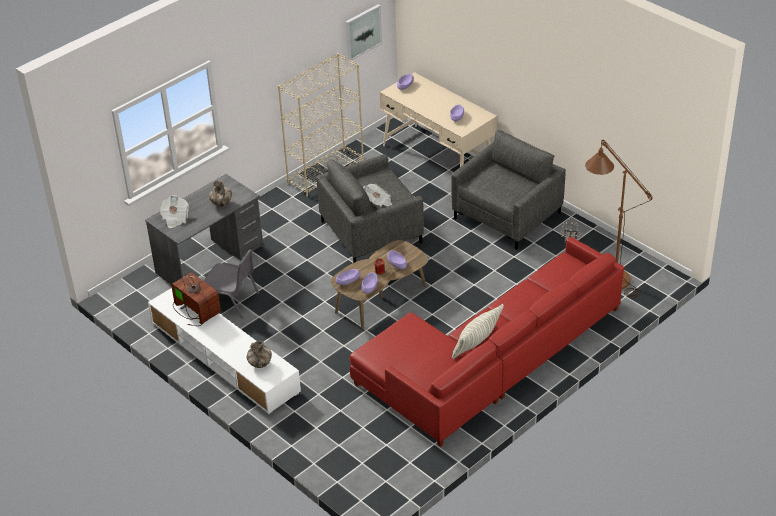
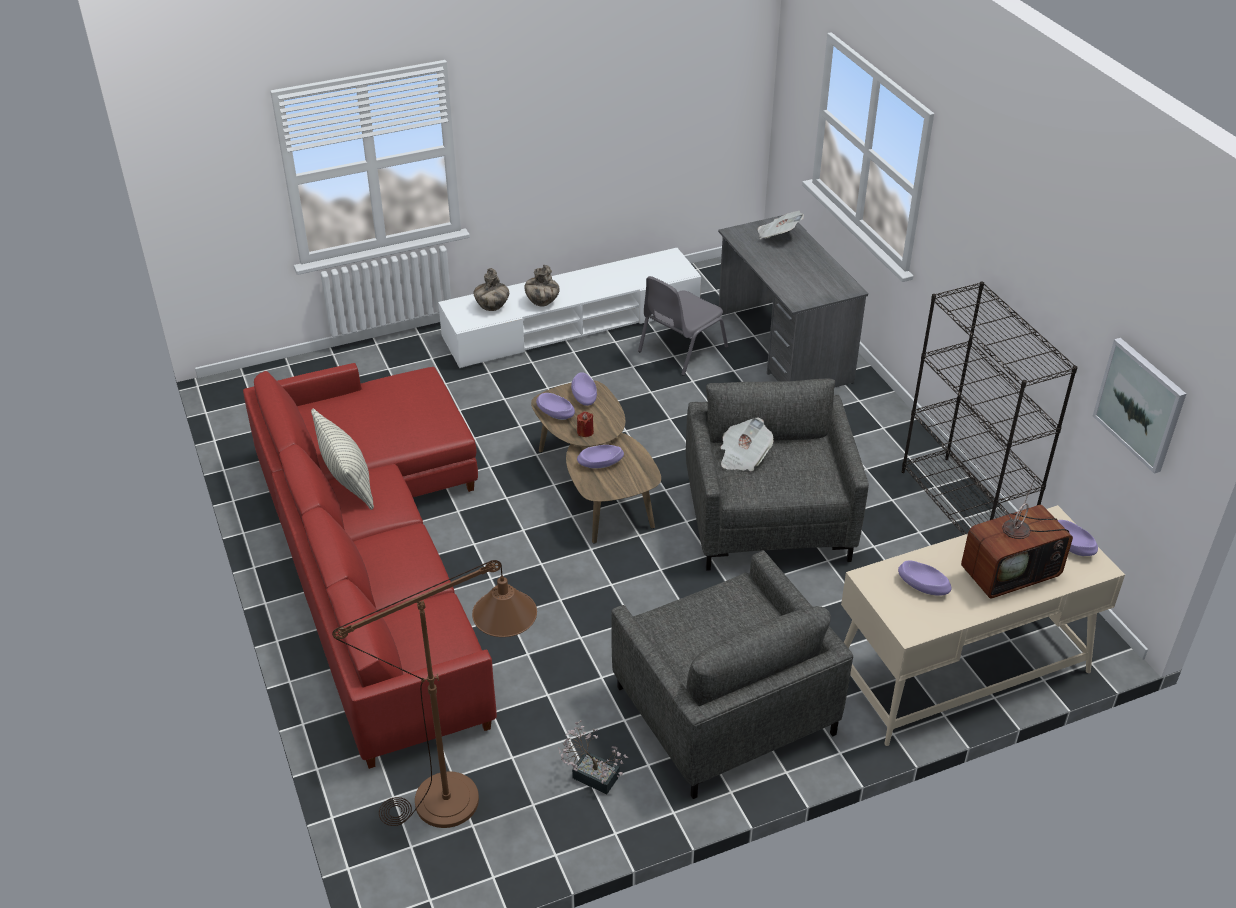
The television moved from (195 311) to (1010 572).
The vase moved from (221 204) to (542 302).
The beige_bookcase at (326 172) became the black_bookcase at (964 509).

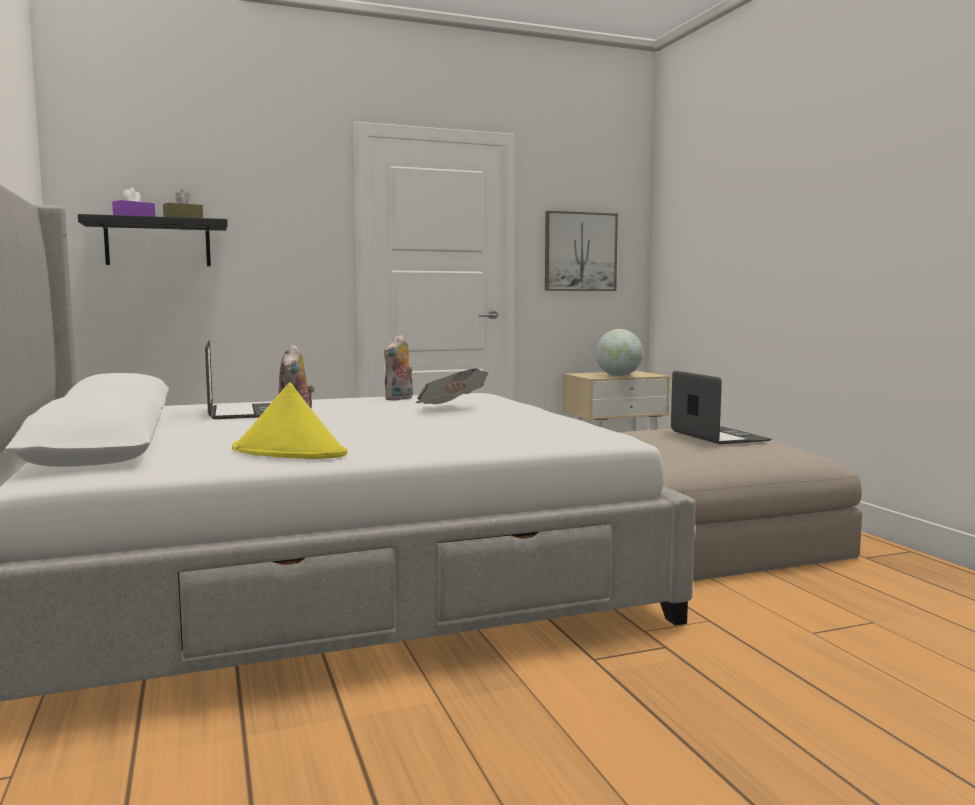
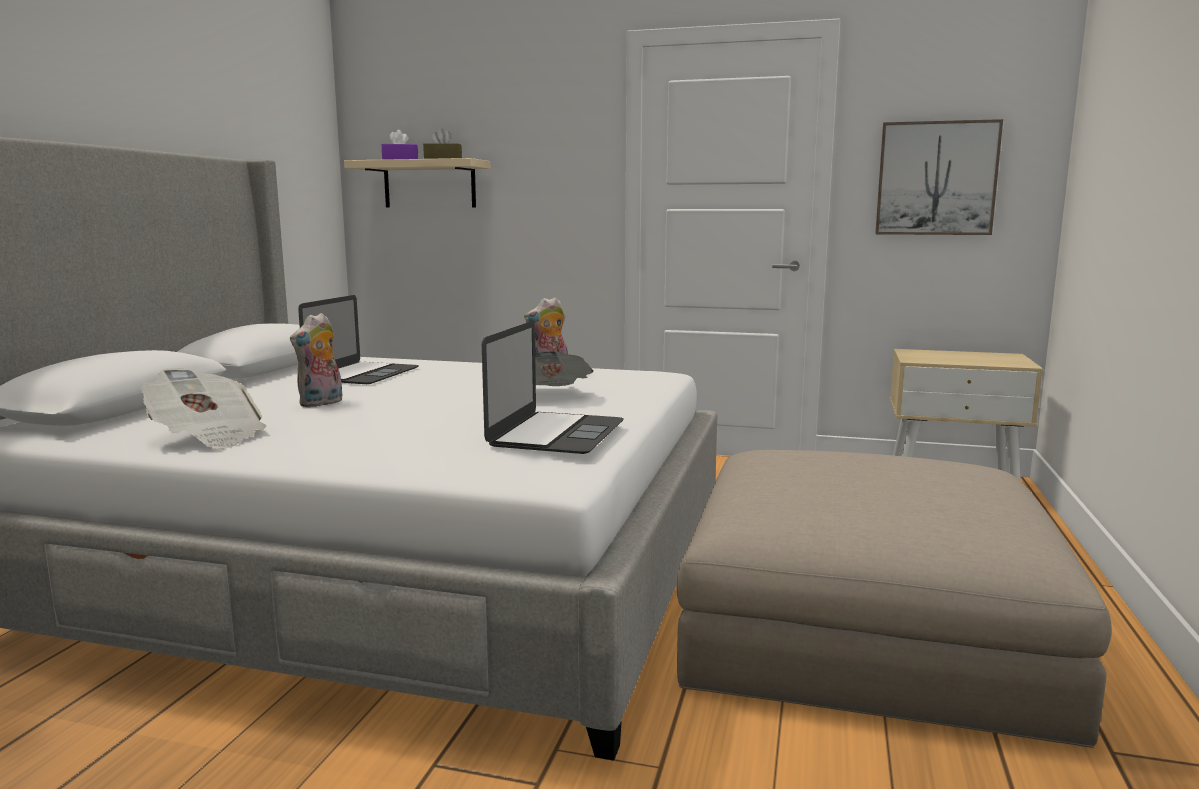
The black_shelf at (158 243) became the beige_shelf at (429 184).
The yellow_hat at (290 452) was replaced by the newspaper at (207 437).
The globe at (618 376) disappeared.
The laptop moved from (718 436) to (556 433).

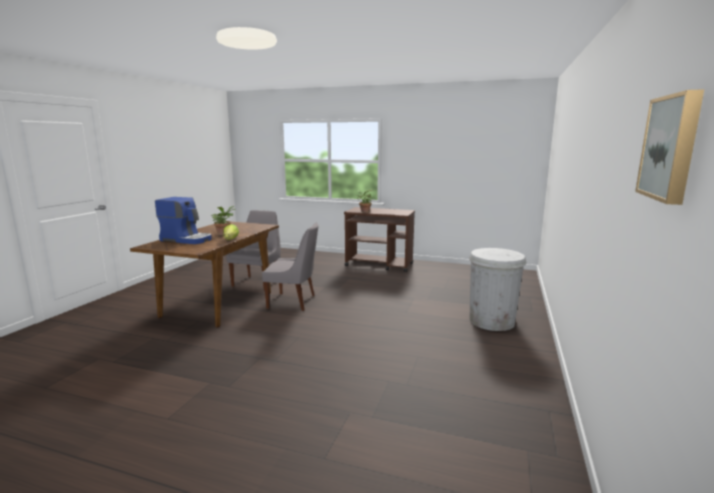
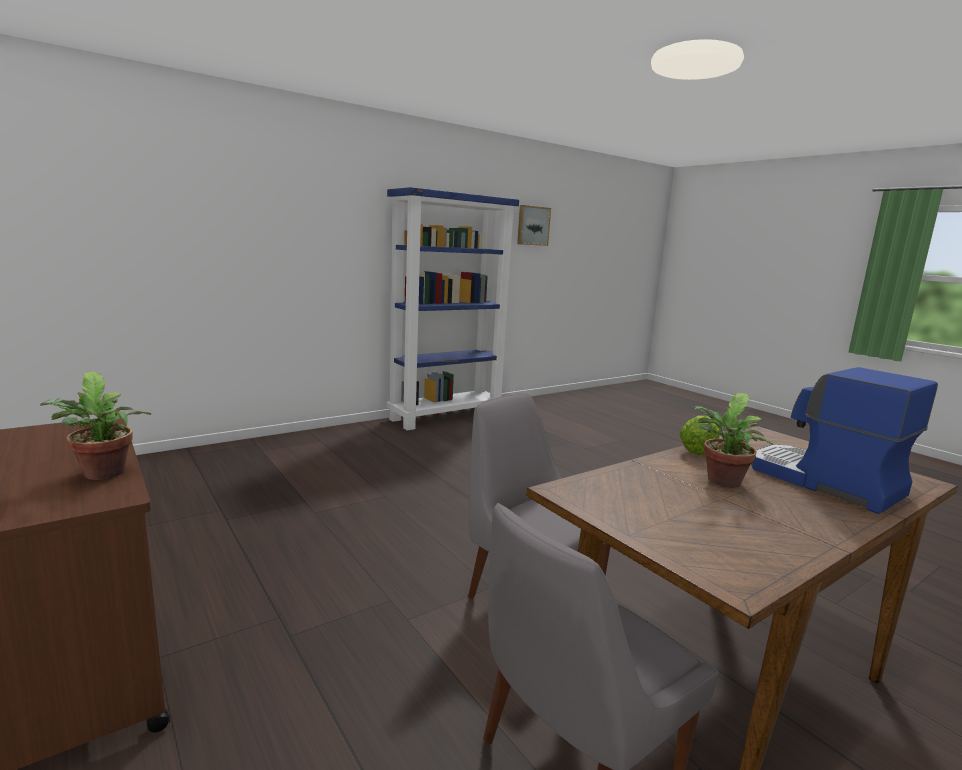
The white_trash_can at (491 321) disappeared.
The blue_bookcase at (446 416) appeared.

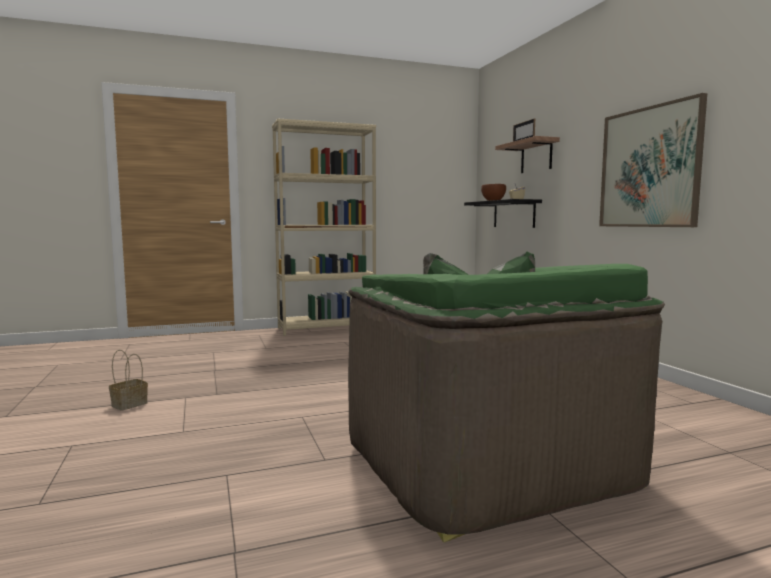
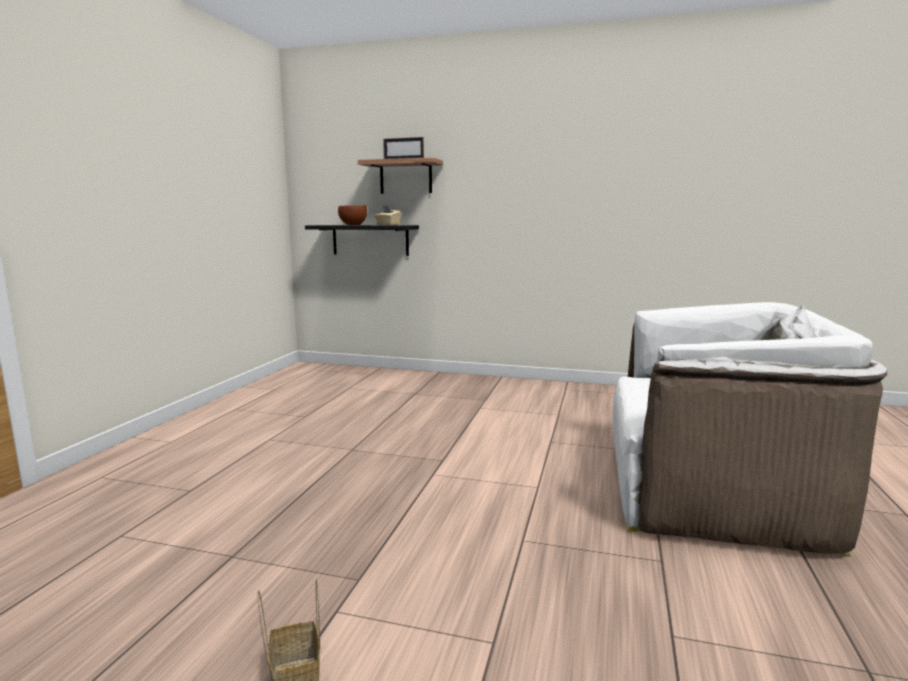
The beige_bookcase at (327 328) disappeared.
The green_armchair at (489 464) became the white_armchair at (712 492).
The picture at (649 167) disappeared.

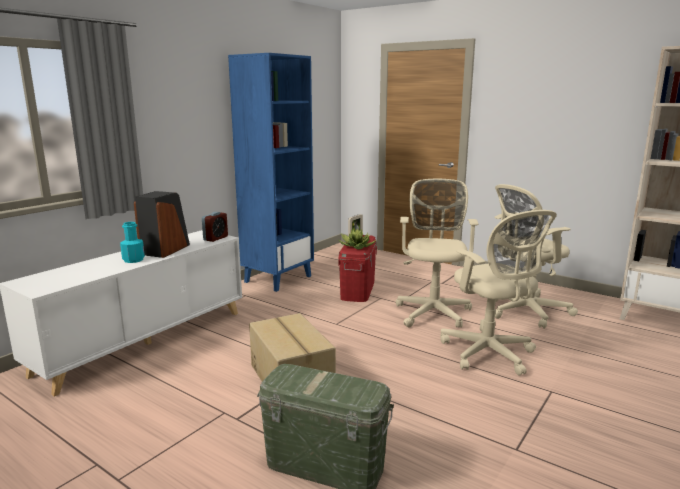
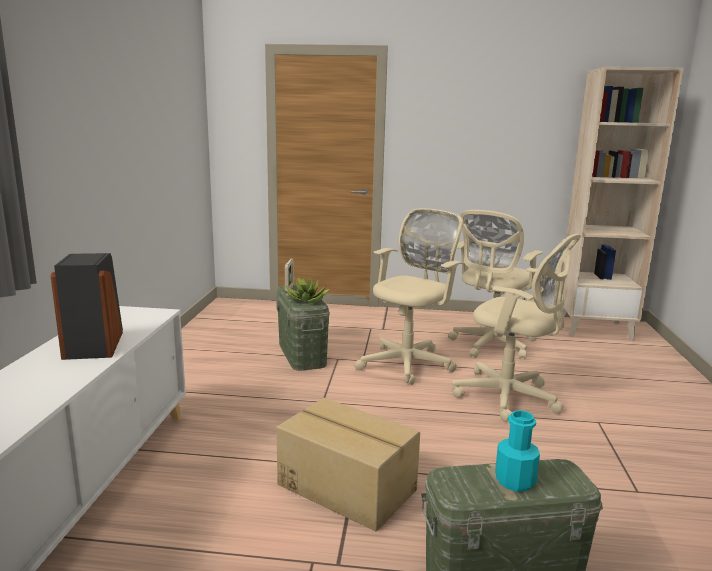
The turquoise_bottle moved from (133 260) to (515 481).
The alarm_clock at (215 238) disappeared.
The blue_bookcase at (278 279) disappeared.
The red_storage_box at (357 289) became the green_storage_box at (301 354).
The beige_office_chair at (433 311) turned 60 degrees clockwise.

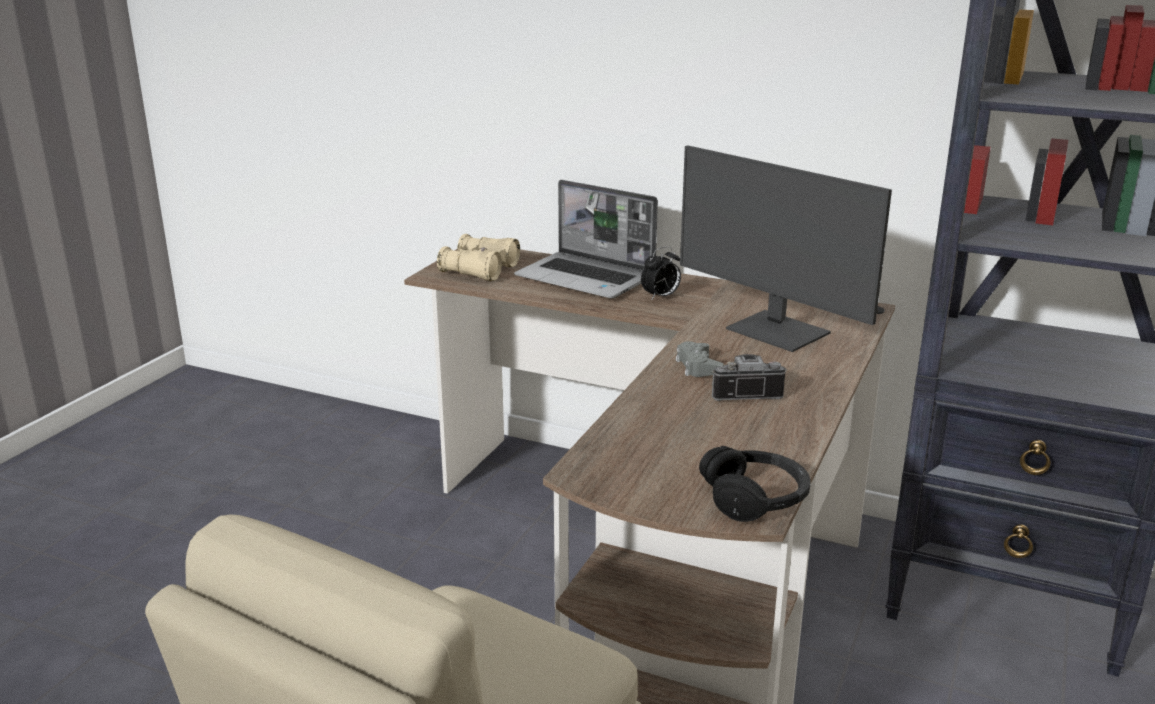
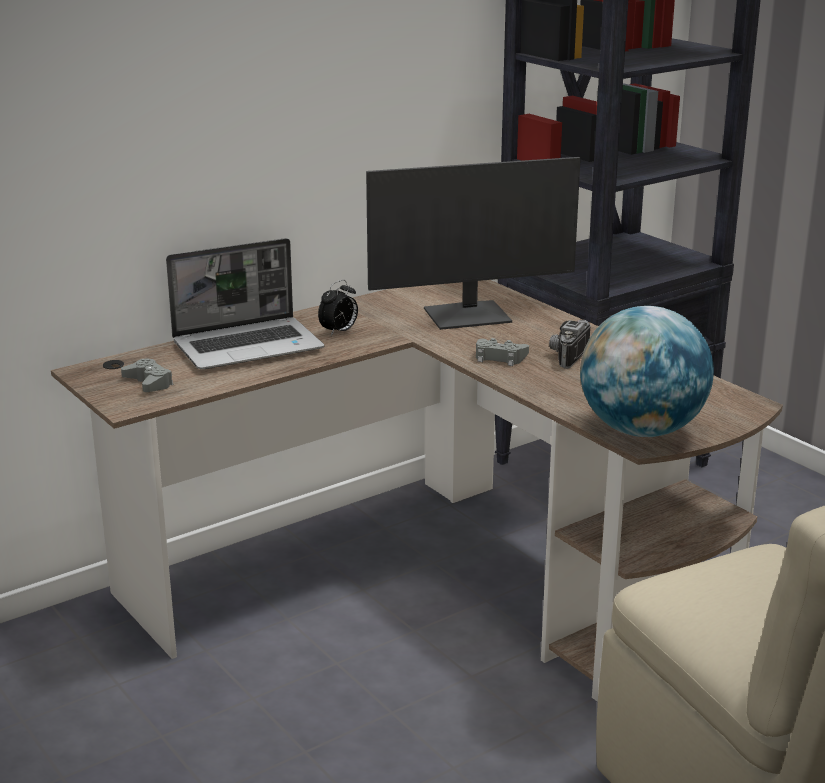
The beige_binoculars at (480 270) was replaced by the grey_game_controller at (148 383).
The alarm_clock at (661 297) turned 45 degrees clockwise.
The black_headphones at (755 498) disappeared.
The globe at (641 430) appeared.

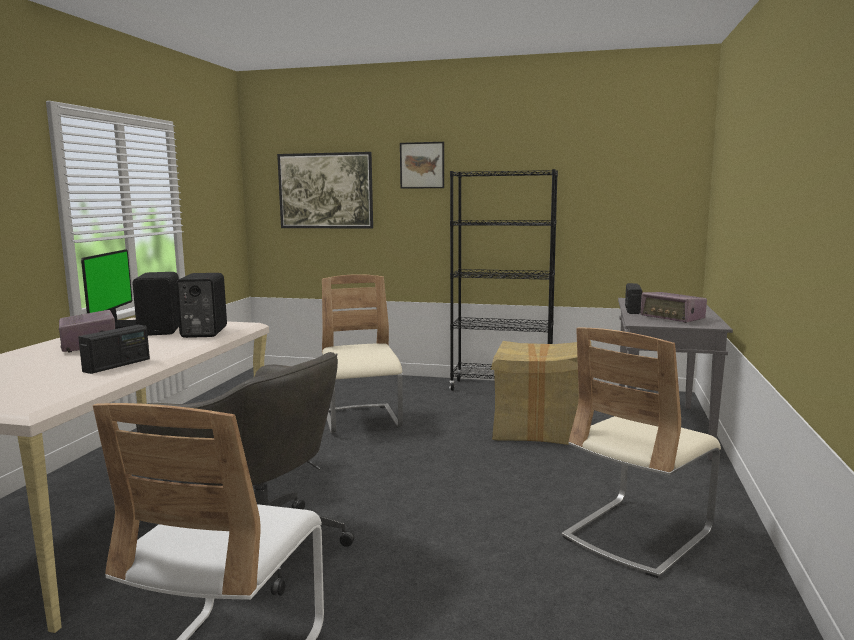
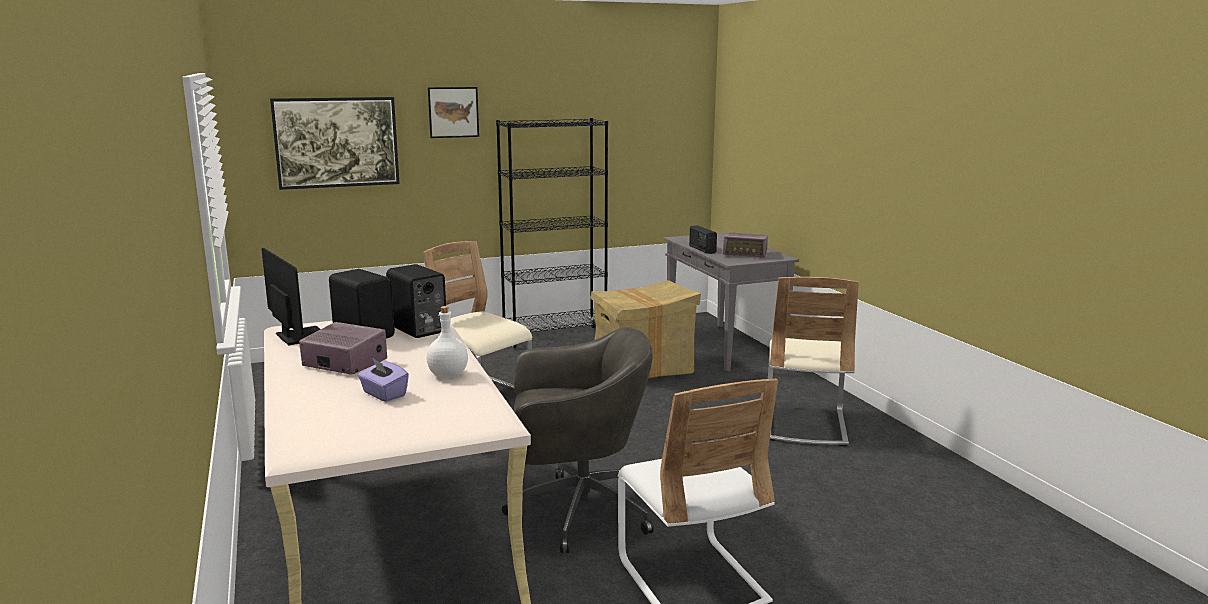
The radio at (117 365) was replaced by the white_bottle at (447 375).
The purple_tissue_box at (384 394) appeared.

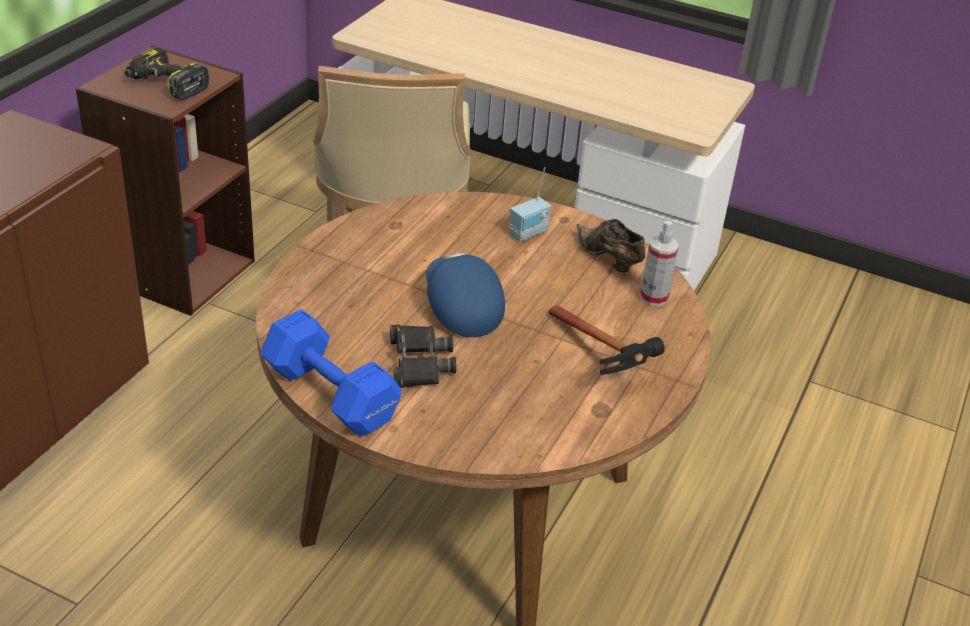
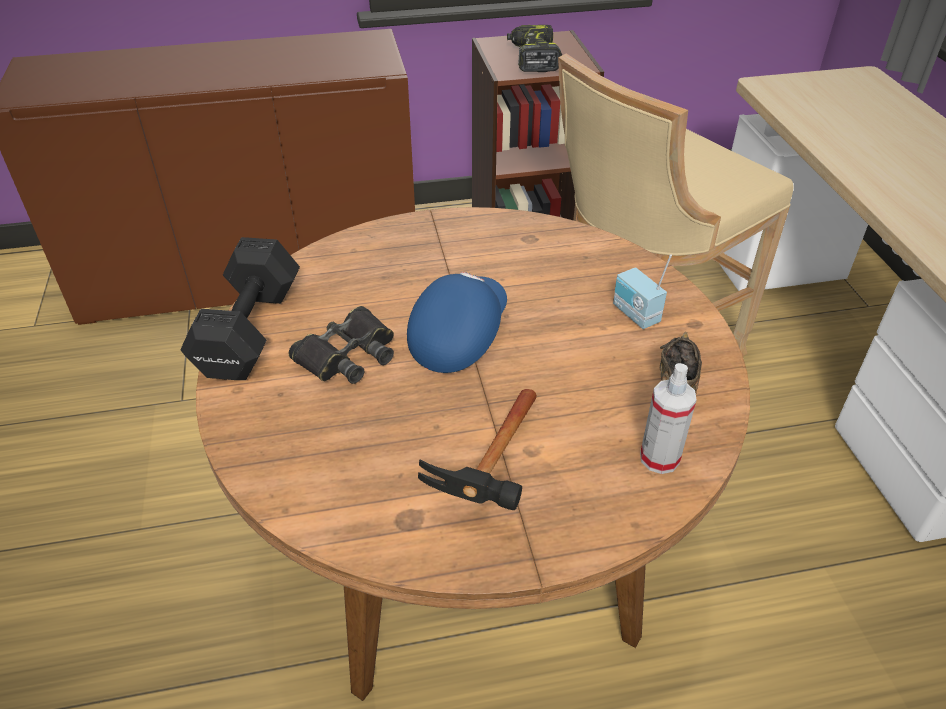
The blue_dumbbell at (331 397) became the black_dumbbell at (247 333).
The radio at (529 234) turned 45 degrees clockwise.

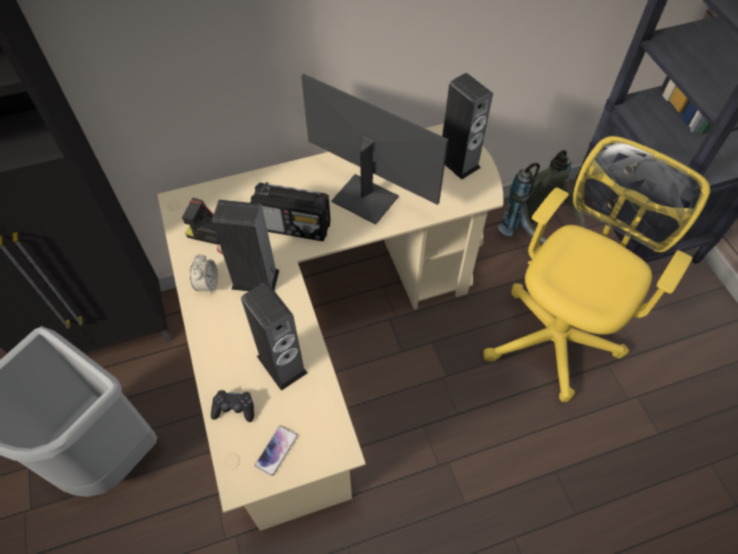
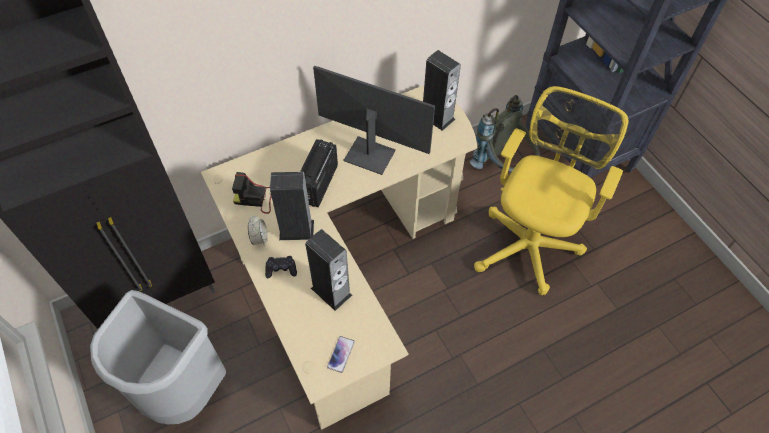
The black_game_controller moved from (234 408) to (281 269).
The radio at (294 226) turned 105 degrees clockwise.

